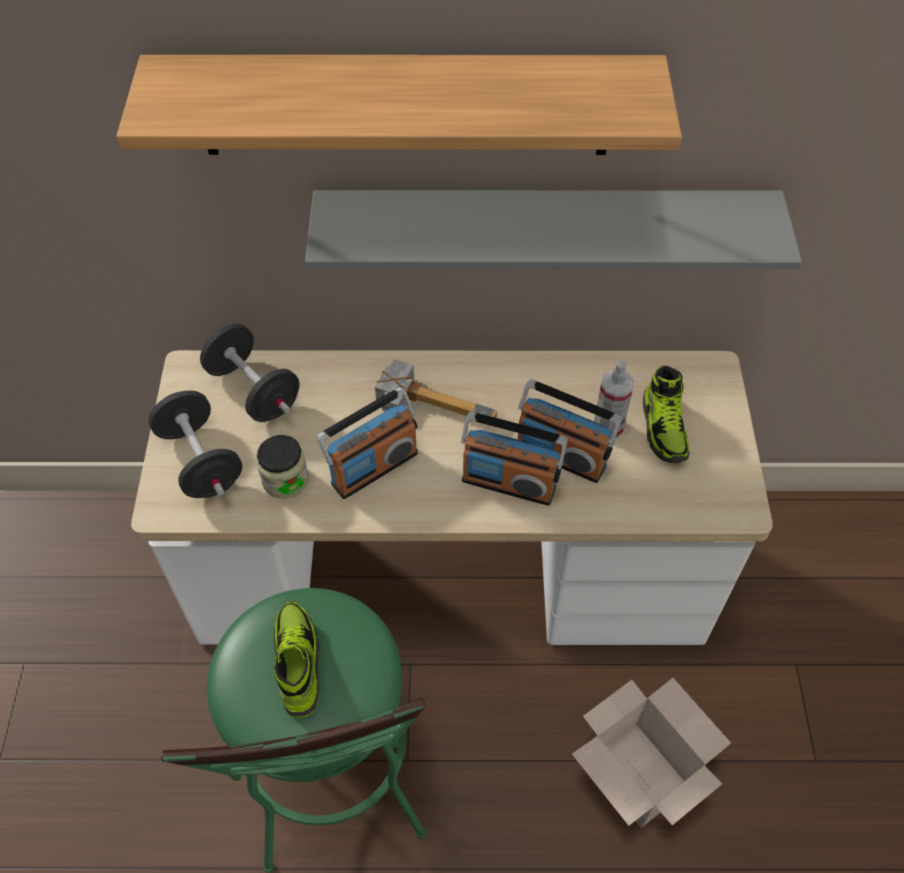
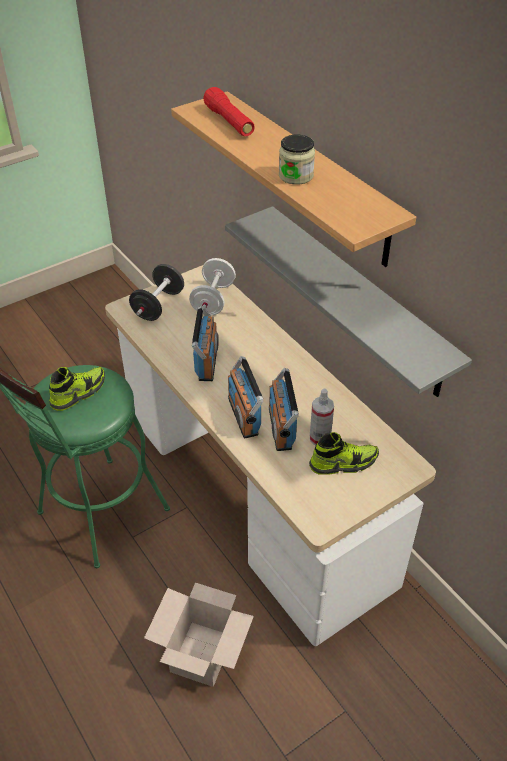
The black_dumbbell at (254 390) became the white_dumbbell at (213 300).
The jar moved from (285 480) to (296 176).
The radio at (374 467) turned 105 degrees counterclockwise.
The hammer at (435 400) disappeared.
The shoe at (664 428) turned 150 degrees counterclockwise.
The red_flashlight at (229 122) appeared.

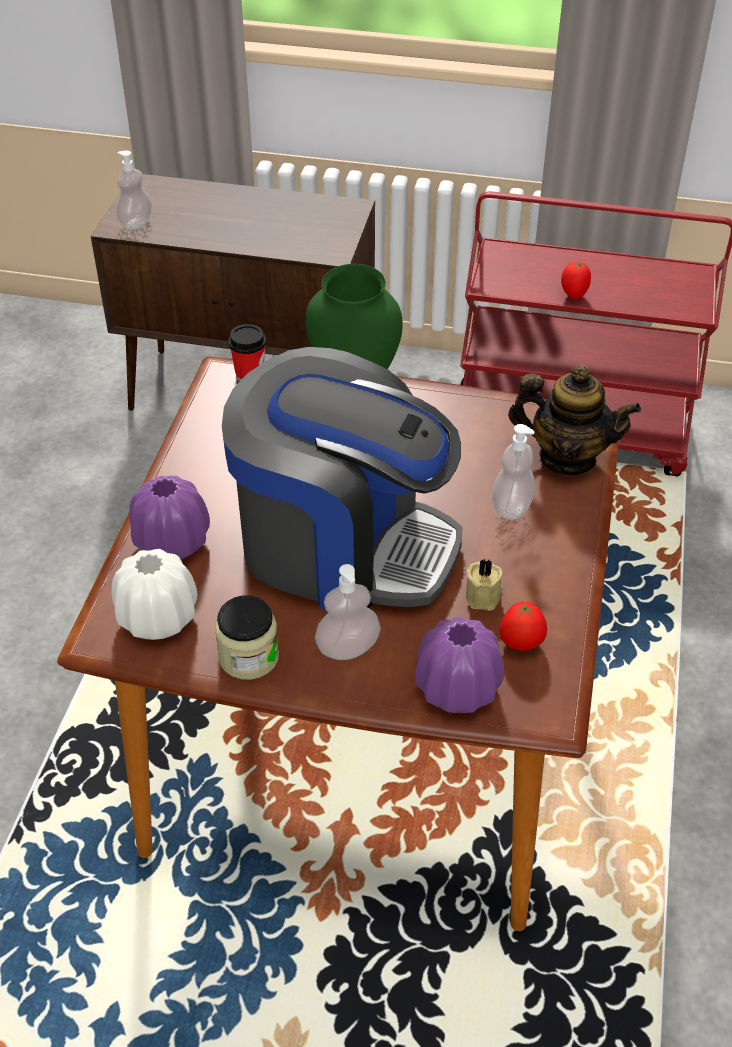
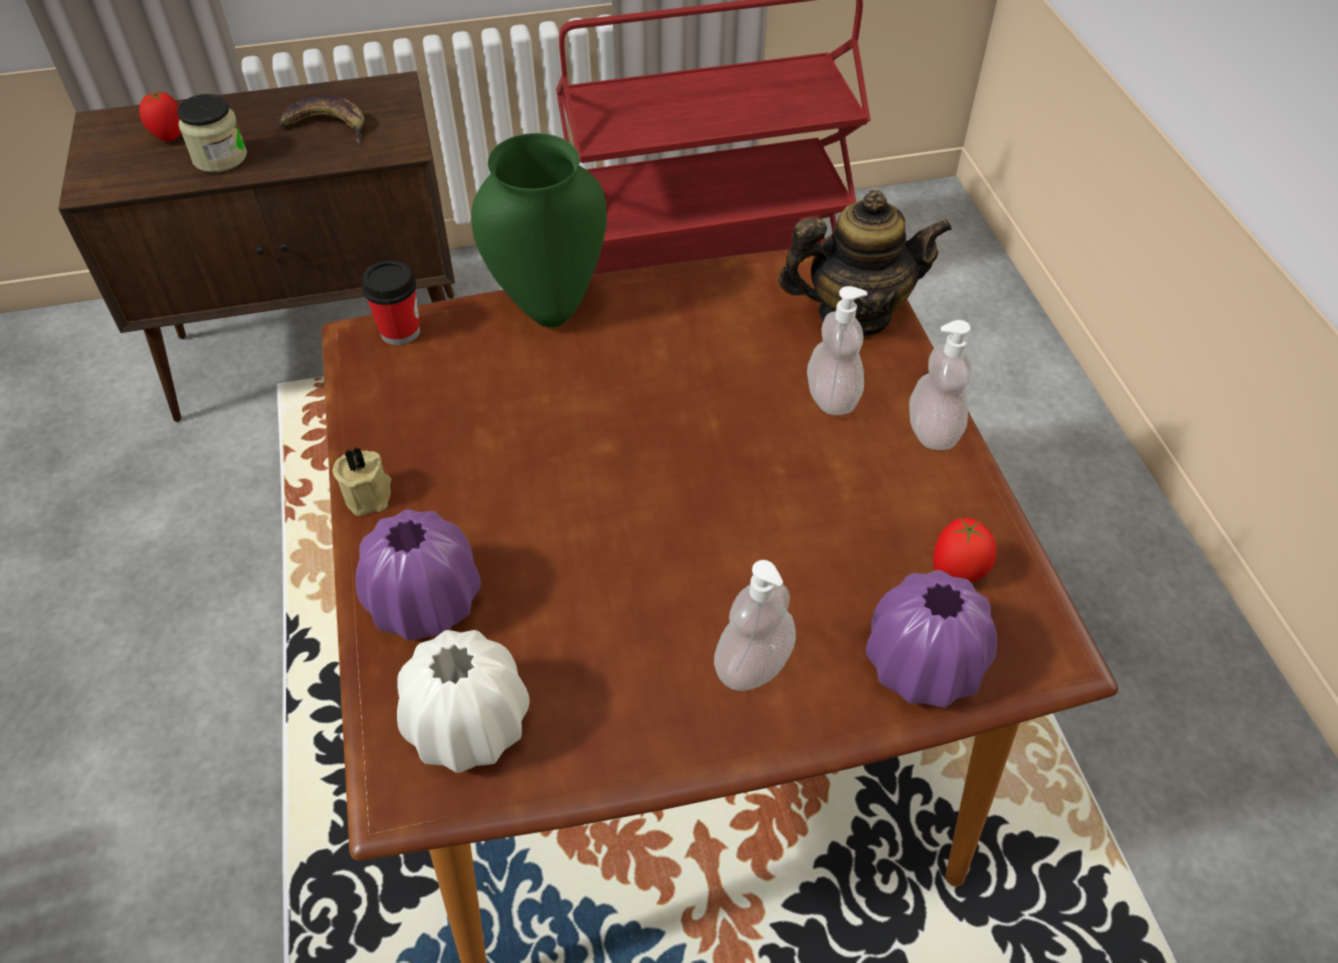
The soap_dispenser moved from (136 223) to (932 431).
The jar moved from (249 657) to (220 157).
The coffee_machine at (343 547) disappeared.
The beige_candle moved from (484 596) to (370 494).
The tomato moved from (573 294) to (169 136).
The banana at (327 125) appeared.

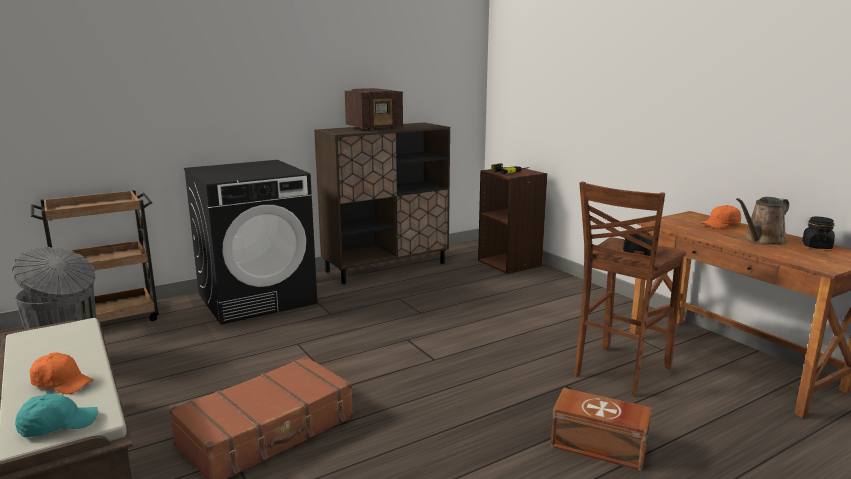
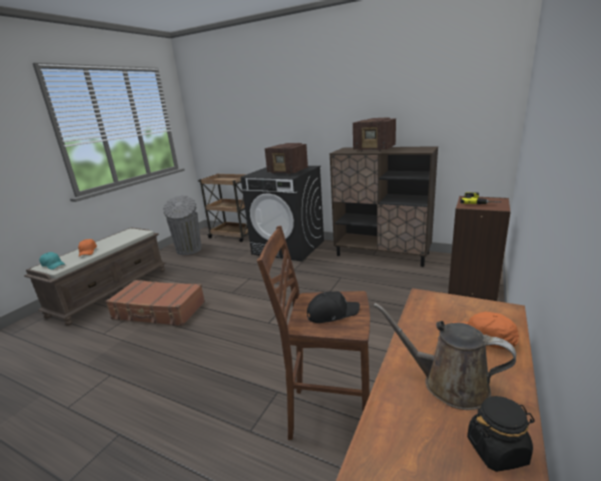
The brown_storage_box at (600 447) disappeared.
The radio at (288 172) appeared.

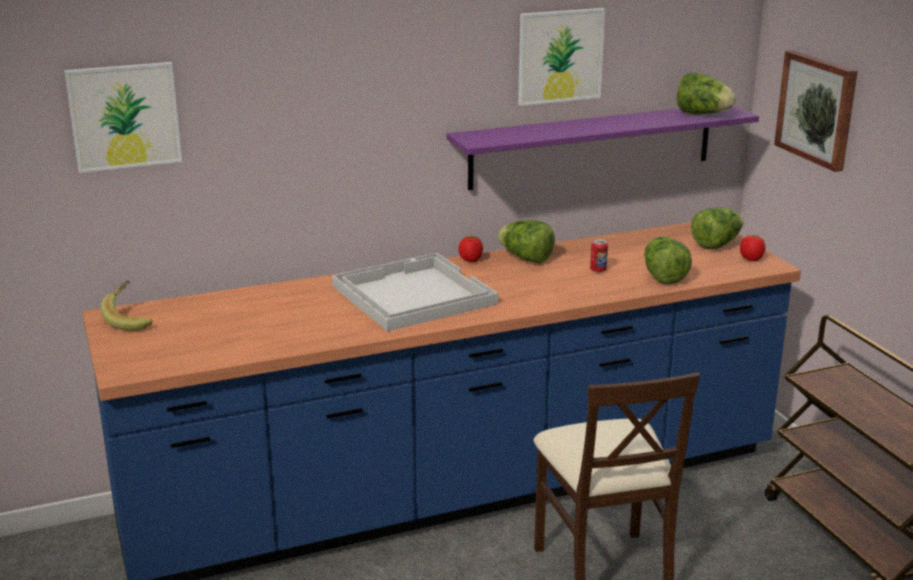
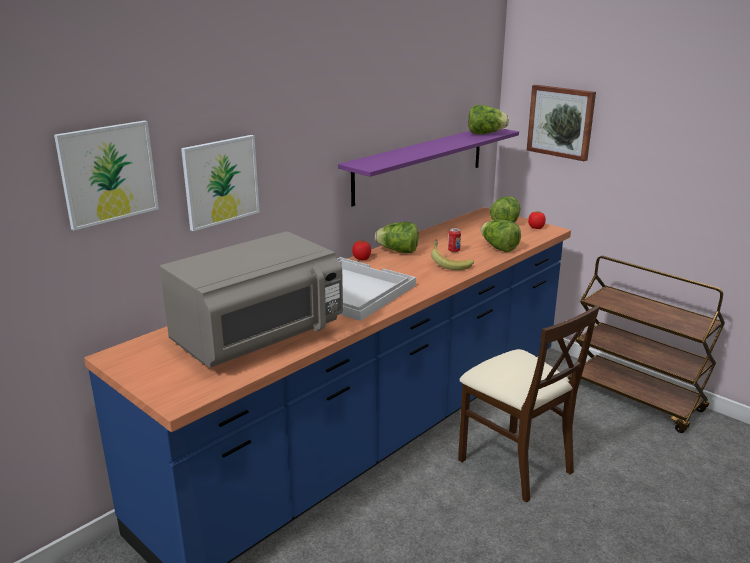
The banana moved from (131 319) to (450 264).
The picture moved from (560 56) to (221 181).
The grey_microwave at (258 338) appeared.

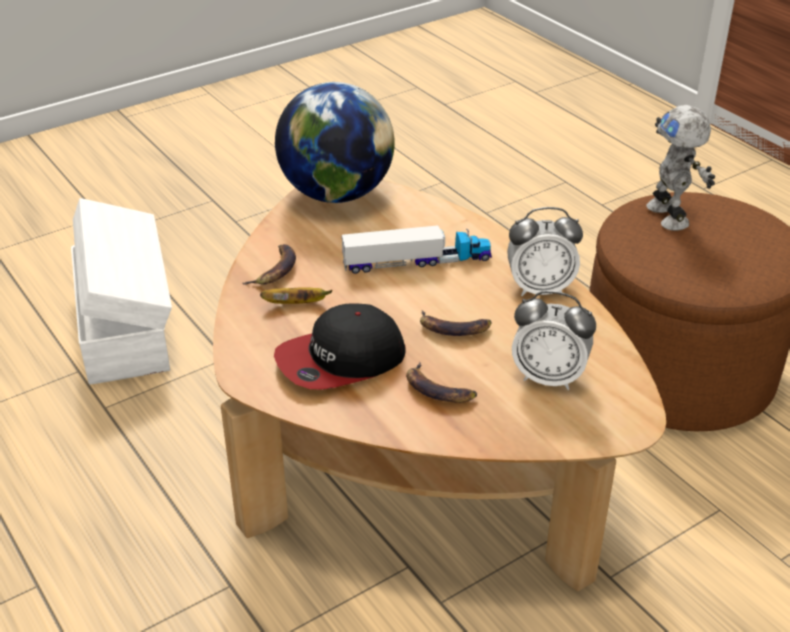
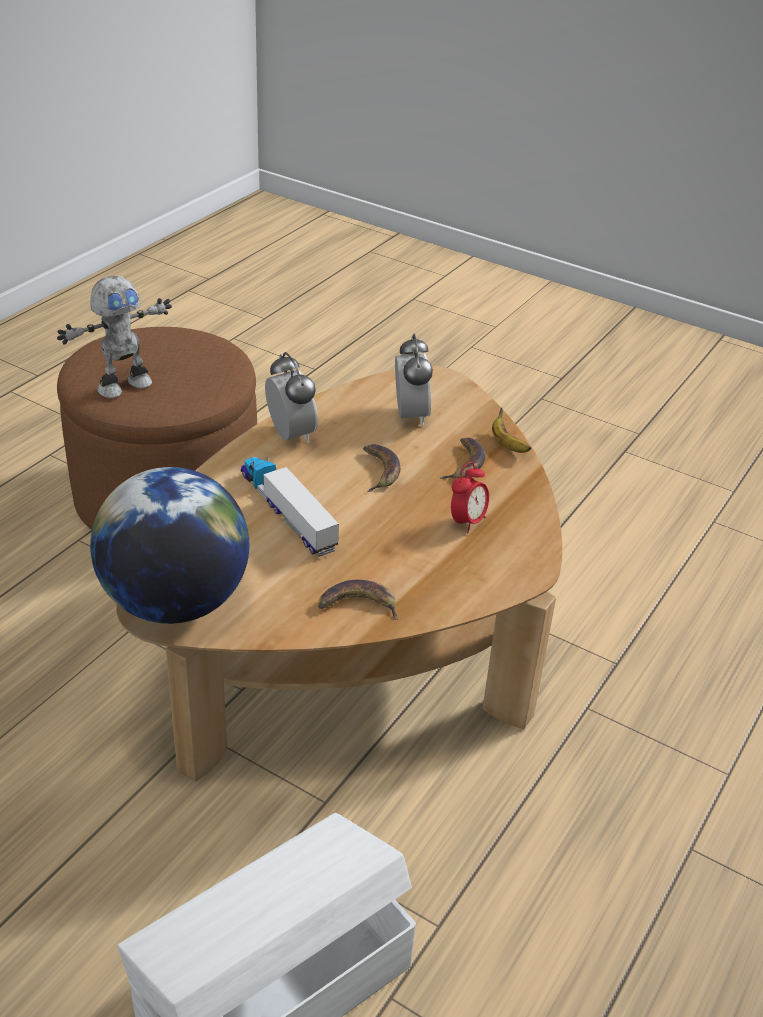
The banana moved from (297 304) to (507 445).
The cap at (341 360) was replaced by the alarm_clock at (467 522).

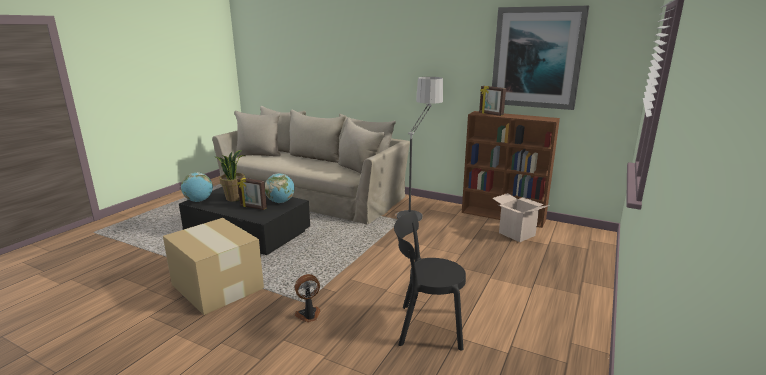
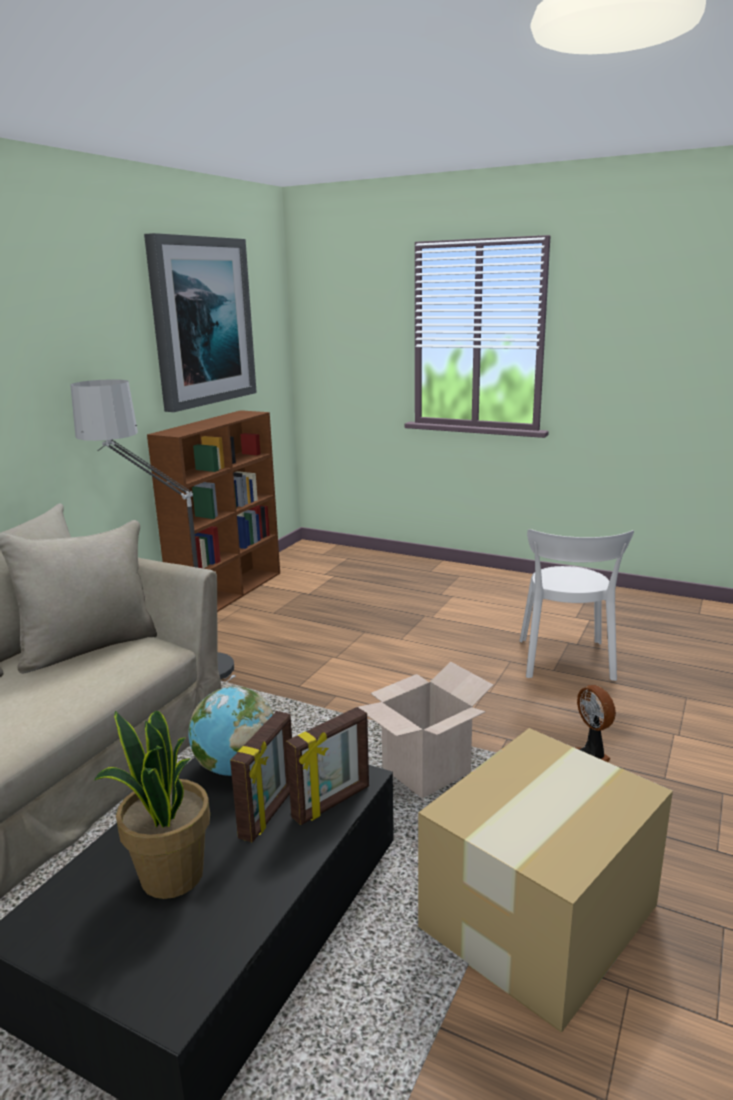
The globe at (199 201) disappeared.
The black_chair at (426 326) became the white_chair at (566 661).
The picture_frame moved from (490 114) to (332 803).
The cardboard_box moved from (517 234) to (426 771).

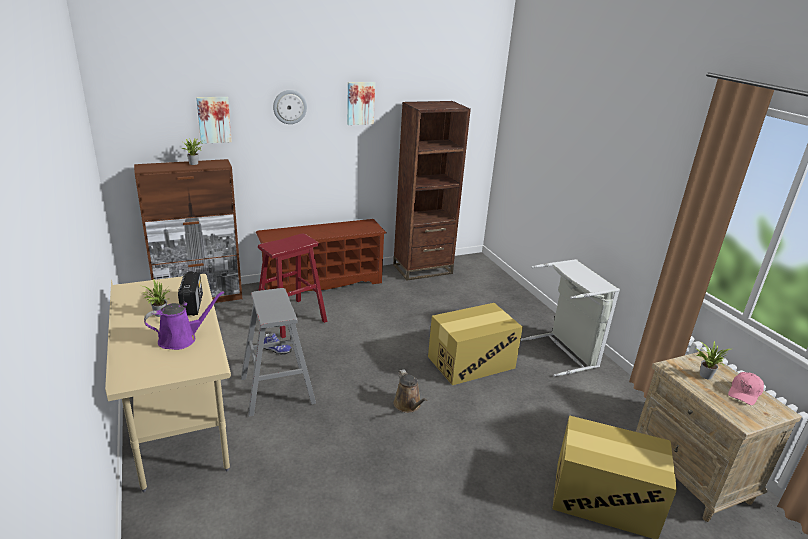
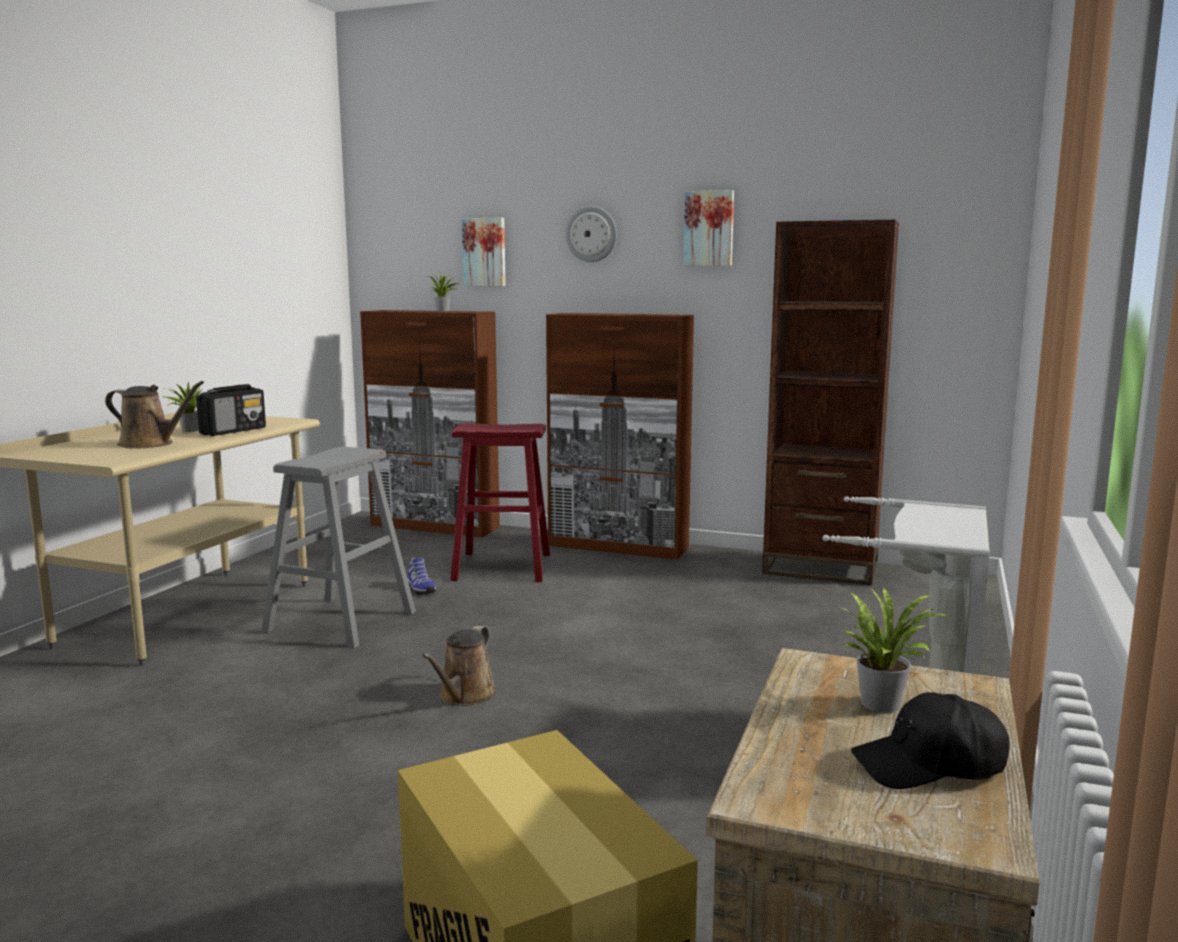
The purple_watering_can at (181 339) became the brown_watering_can at (150 444).
The brown_shoe_rack at (322 282) was replaced by the brown_cabinet at (618 547).
The cardboard_box at (471 362) disappeared.
The pink_cap at (744 393) became the black_cap at (930 765).

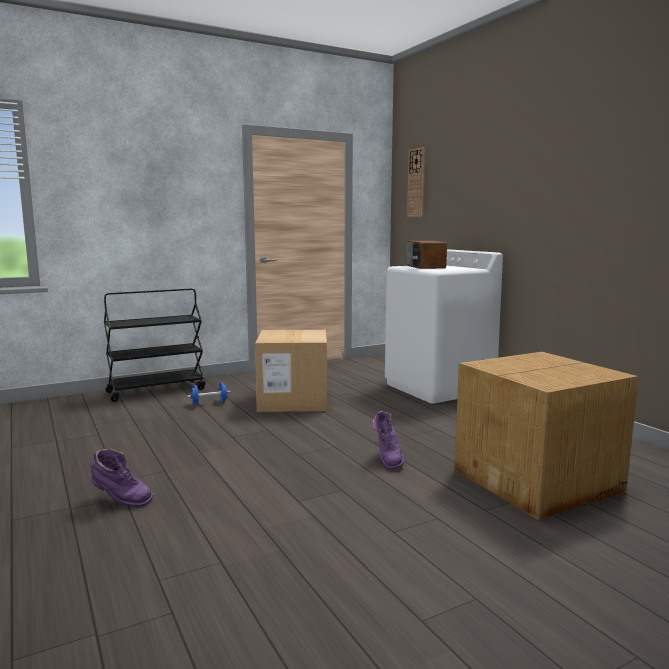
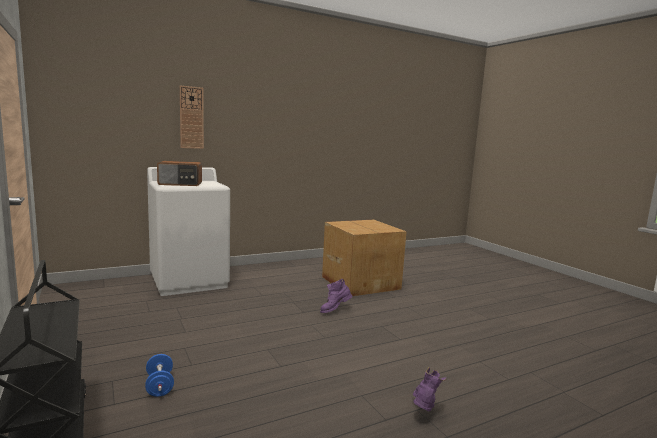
The cardboard_box at (293 400) disappeared.
The purple_boot at (388 459) turned 150 degrees clockwise.
The wall_clock moved from (416 183) to (191 117).

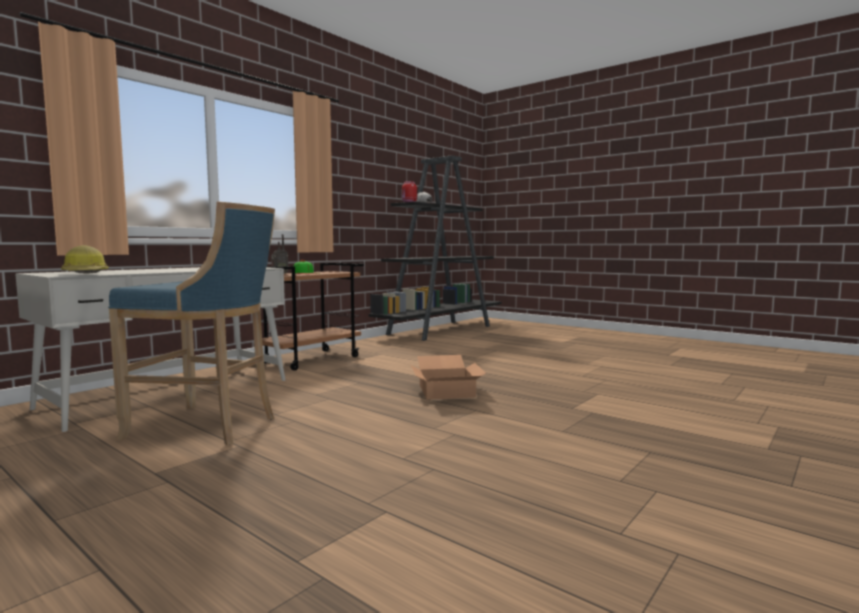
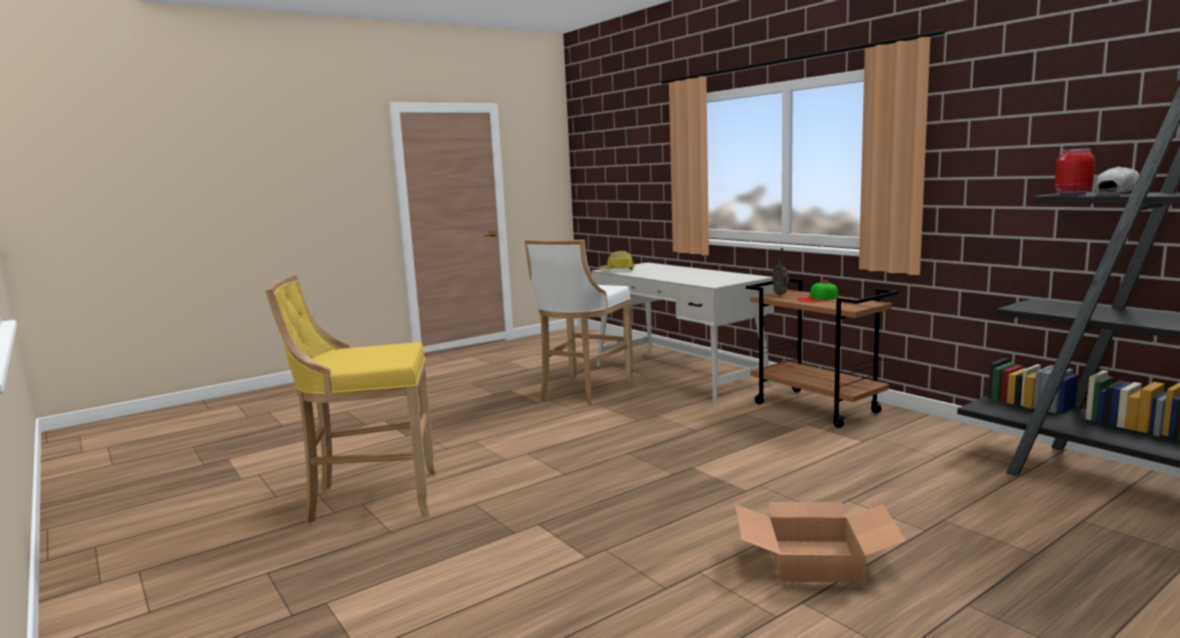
The blue_stool at (208 427) became the white_stool at (582 392).
The cardboard_box moved from (445 391) to (815 560).
The yellow_stool at (370 499) appeared.

